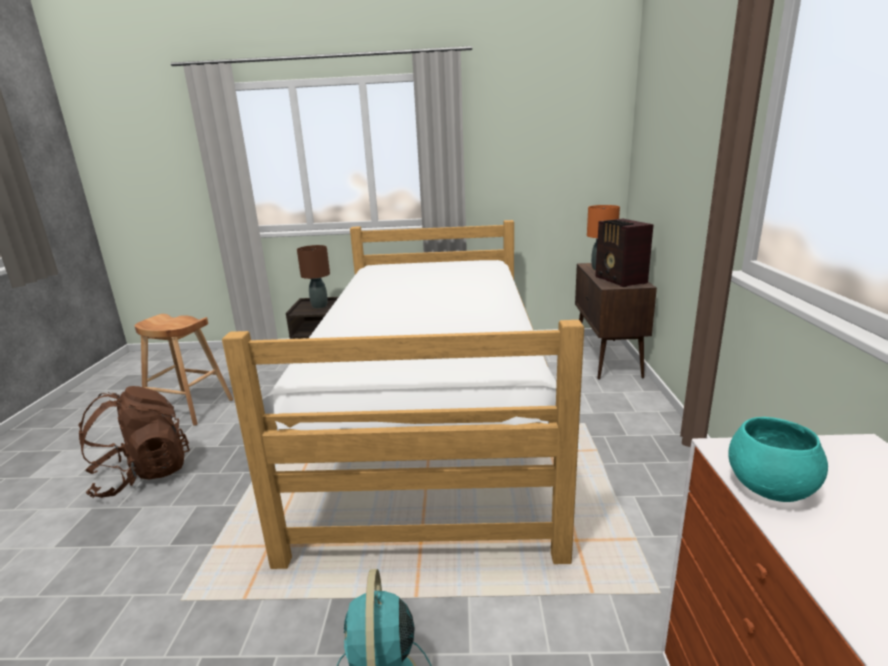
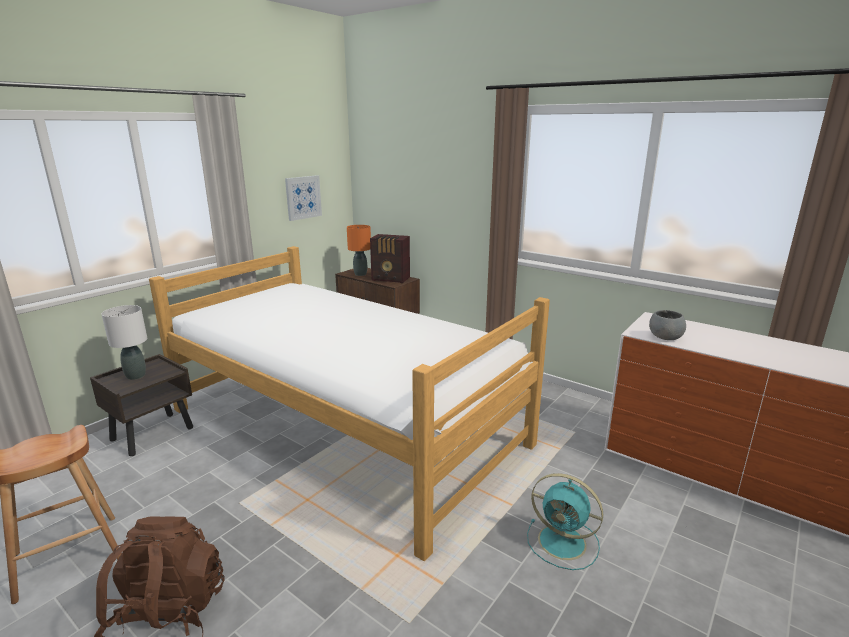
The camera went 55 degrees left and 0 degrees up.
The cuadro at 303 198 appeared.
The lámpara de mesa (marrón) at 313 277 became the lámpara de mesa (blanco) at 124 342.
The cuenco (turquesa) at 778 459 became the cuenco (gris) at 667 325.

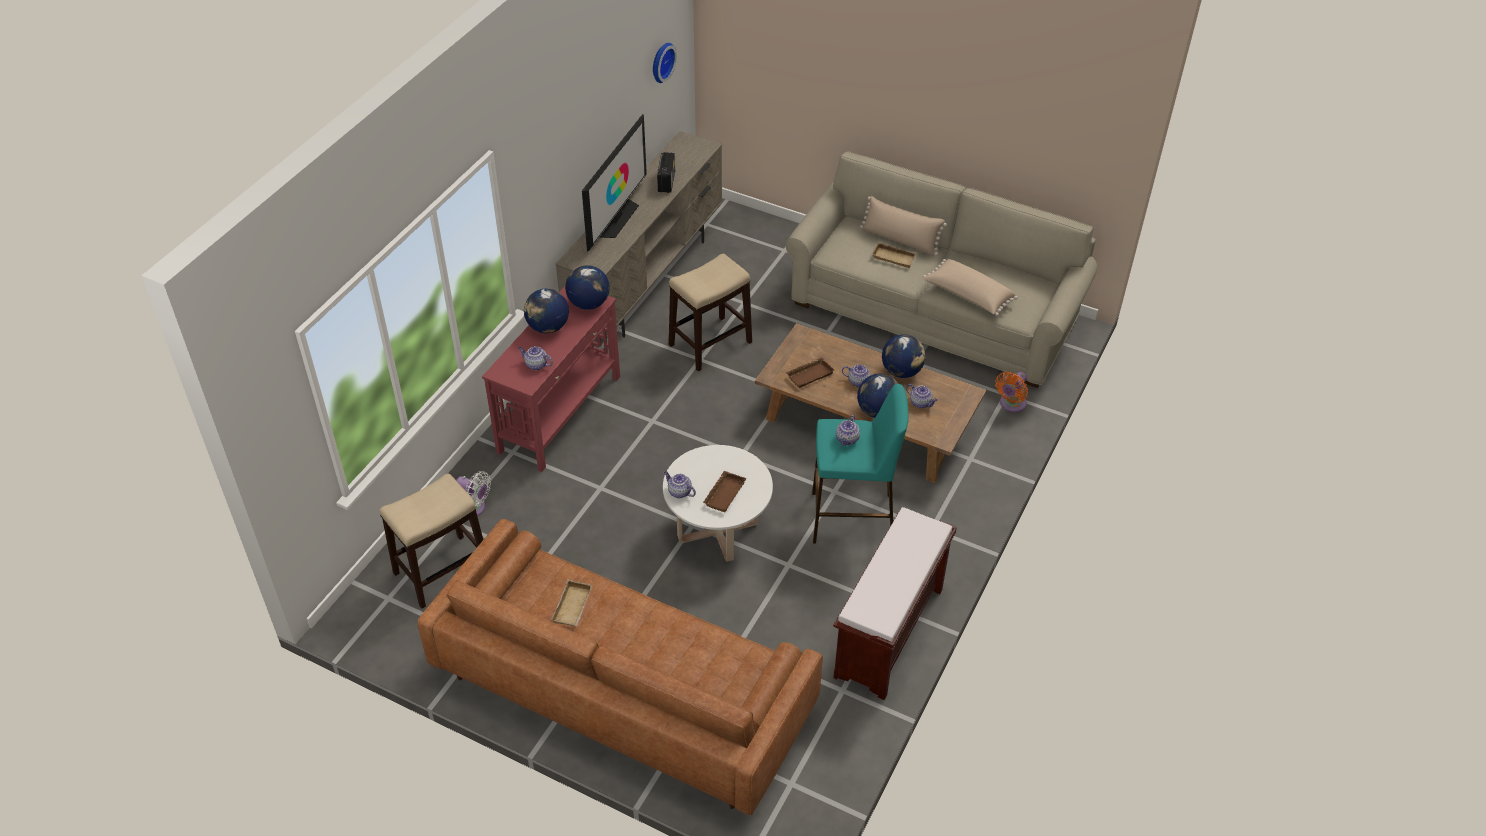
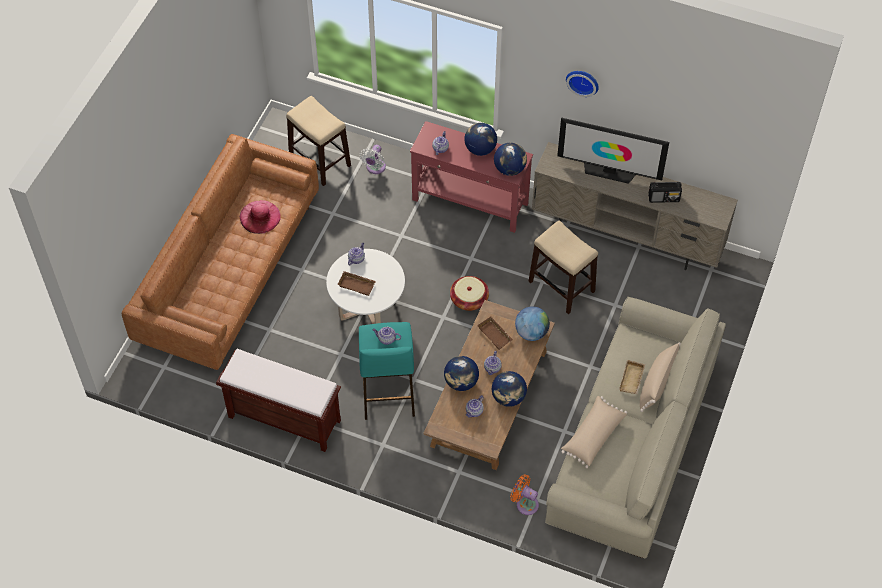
The camera went 85 degrees right and 10 degrees up.
The cesta at 469 293 appeared.
The globo terráqueo at 532 323 appeared.
The reloj de pared moved from 665 63 to 582 84.
The bandeja (beis) at 572 602 was replaced by the sombrero (rosa) at 260 217.

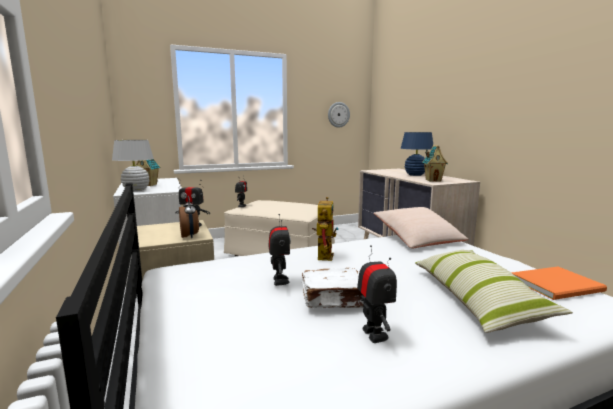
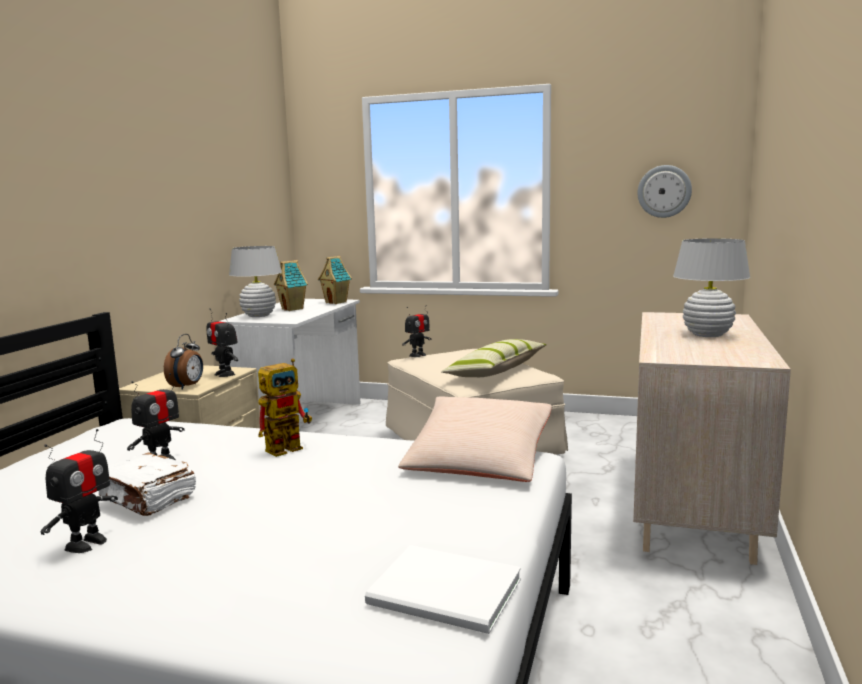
The camera went 40 degrees right and 0 degrees up.
The cojín moved from 494 291 to 494 358.
The casita moved from 435 163 to 335 280.
The lámpara de mesa (azul) at 417 154 became the lámpara de mesa (blanco) at 711 287.
The libro (naranja) at 559 283 became the libro (blanco) at 443 589.

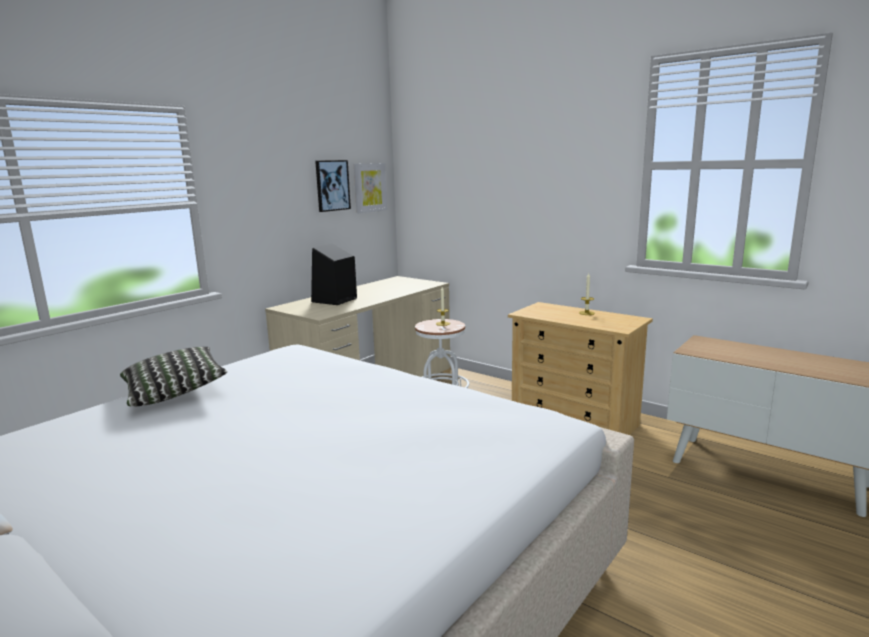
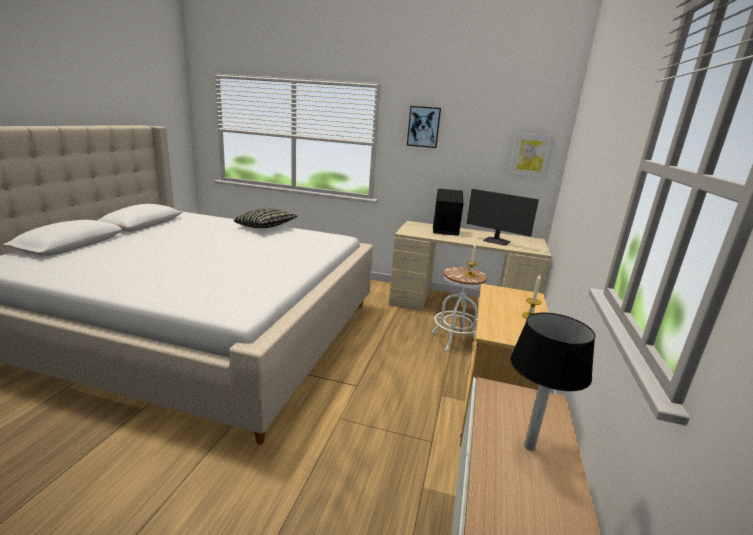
The camera went 65 degrees right and 5 degrees up.
The monitor at 502 217 appeared.
The lámpara de mesa at 552 381 appeared.
The cuadro moved from 333 186 to 424 127.

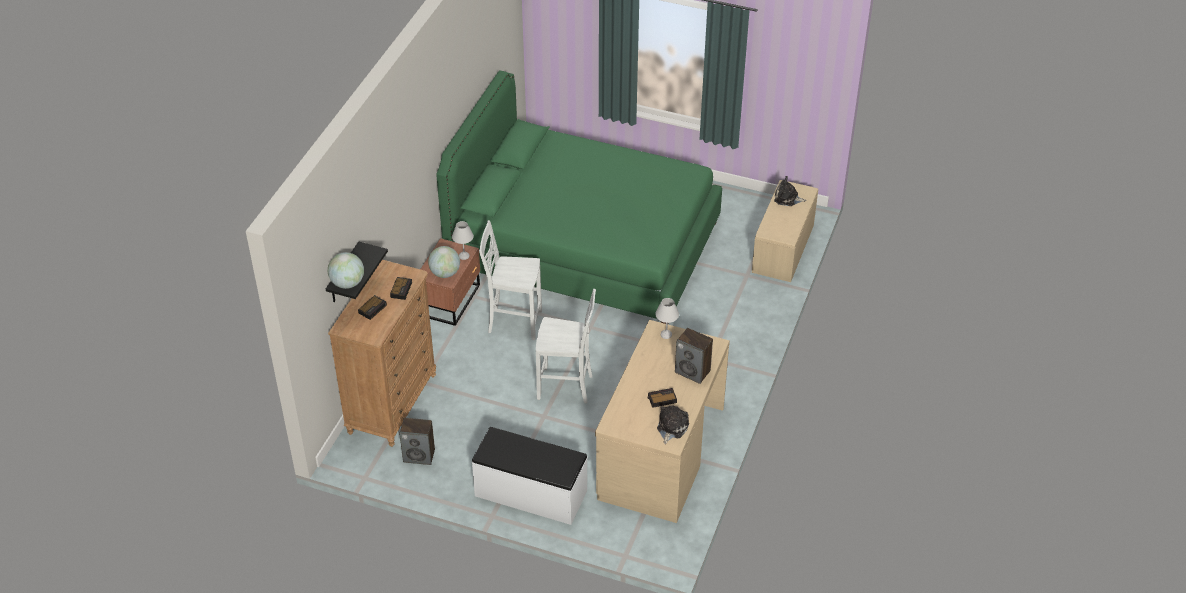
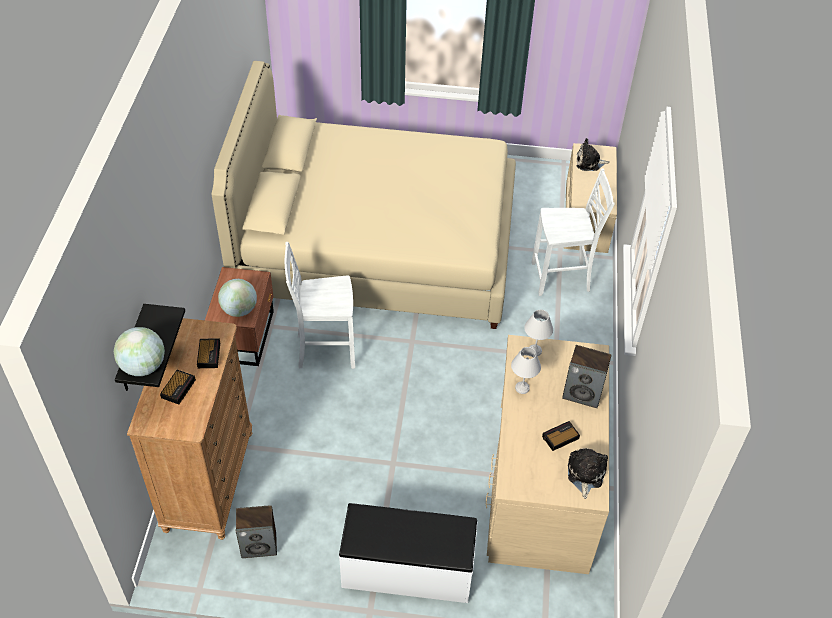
The camera went 15 degrees left and 5 degrees up.
The lámpara de mesa (blanco) moved from 463 240 to 526 370.
The silla (blanco) moved from 566 346 to 573 232.
The cama (verde) at 579 197 became the cama (beis) at 364 195.

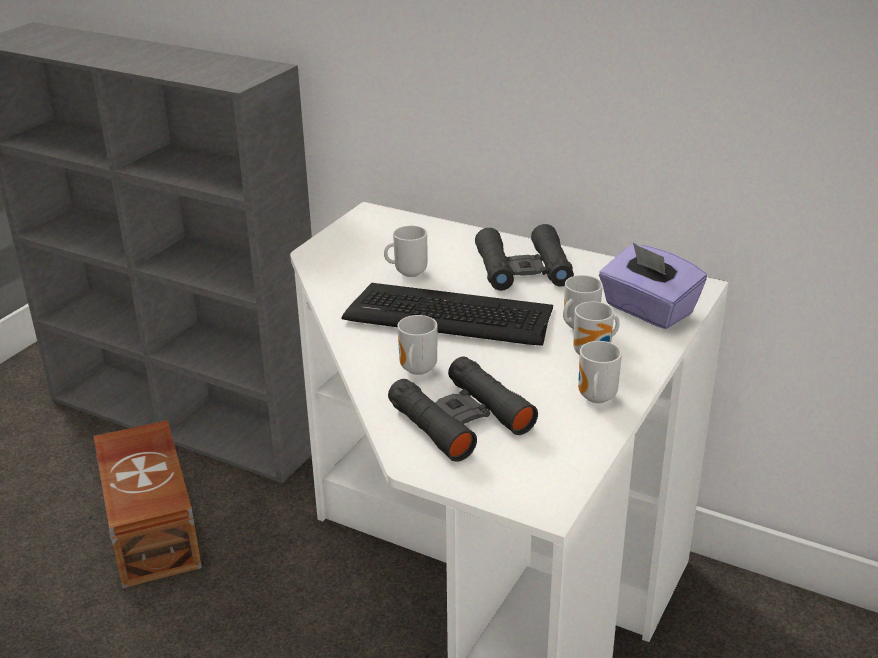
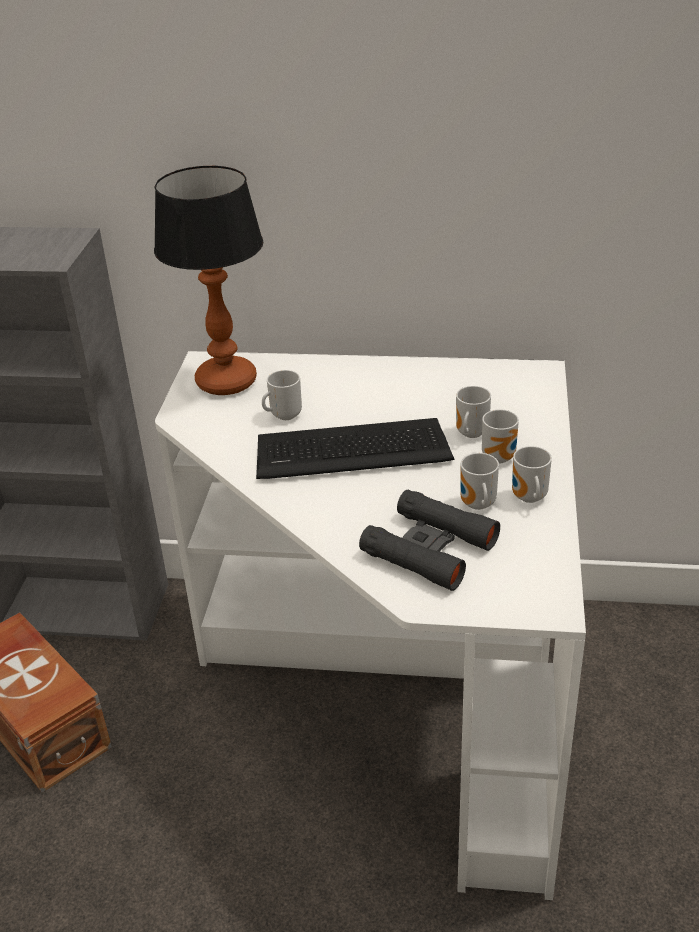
The camera went 20 degrees left and 5 degrees up.
The prismáticos (negro) at 524 257 disappeared.
The caja de pañuelos (morado) at 653 286 disappeared.
The lámpara de mesa at 208 280 appeared.
The taza grande moved from 417 345 to 479 481.

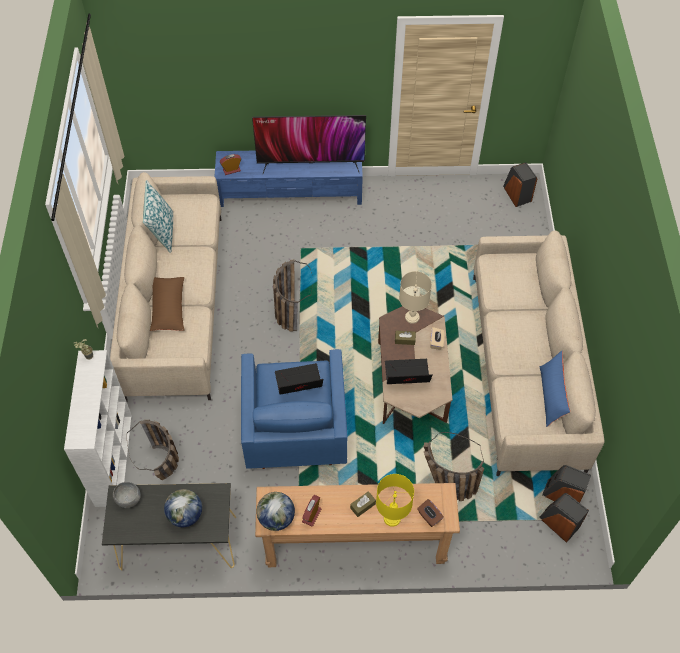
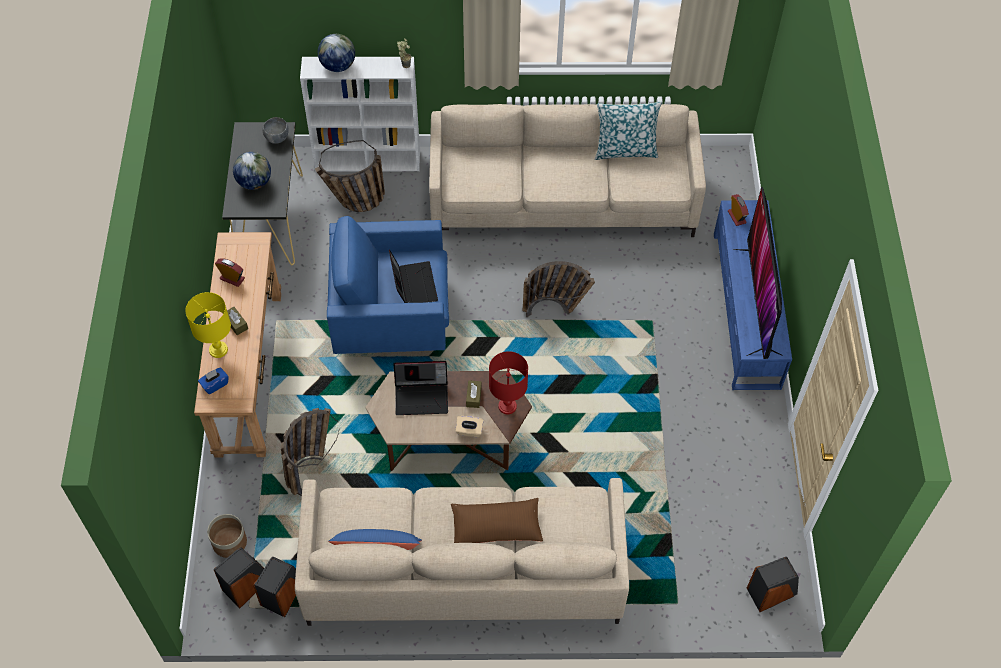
The camera went 90 degrees right and 0 degrees up.
The maceta at 227 536 appeared.
The cojín (marrón) moved from 167 304 to 497 520.
The globo terráqueo moved from 275 511 to 336 53.
The lámpara de mesa (beis) at 415 297 became the lámpara de mesa (rojo) at 508 382.
The caja de pañuelos (marrón) at 430 513 became the caja de pañuelos (azul) at 213 380.
The portátil at 409 371 turned 90 degrees clockwise.

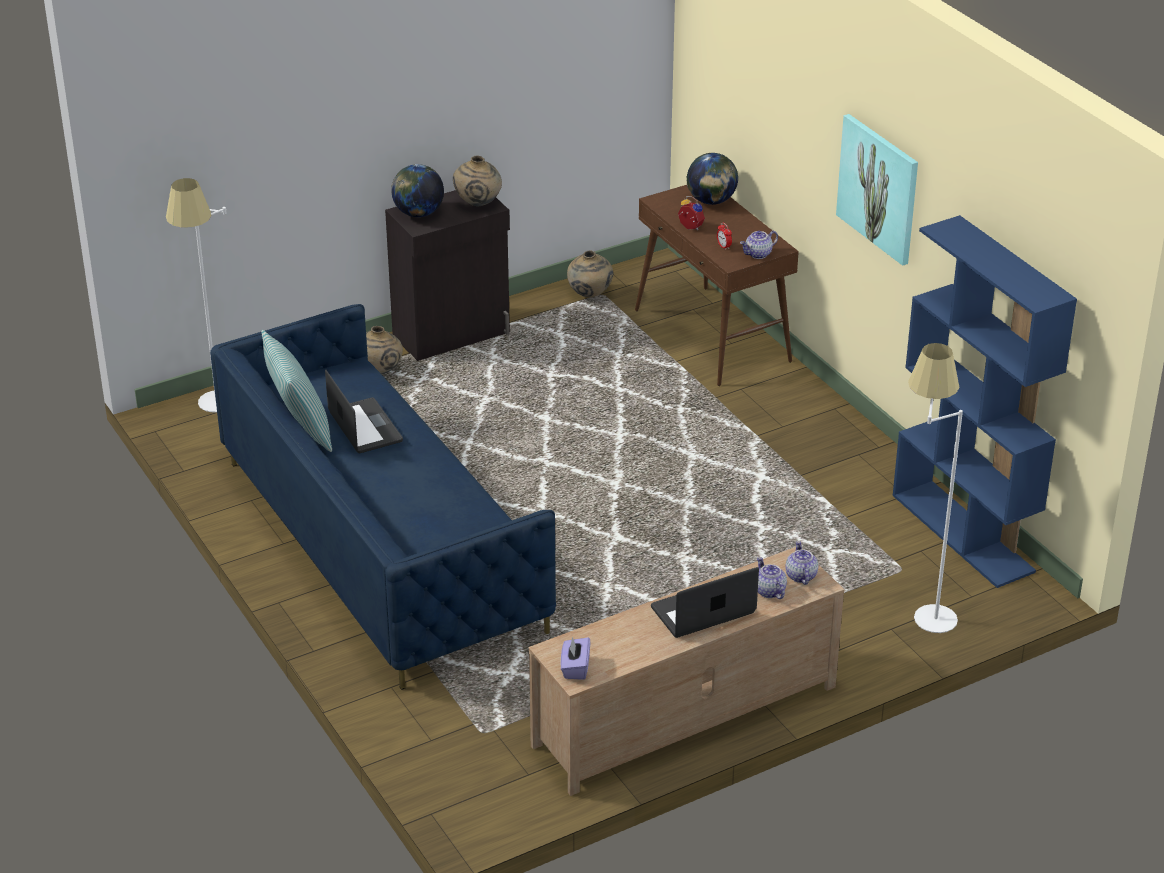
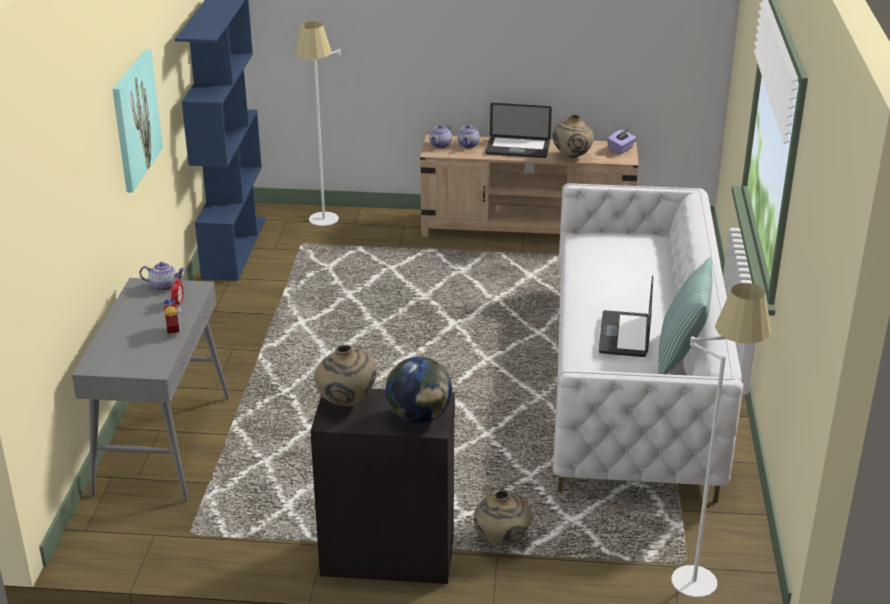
The camera went 145 degrees left and 5 degrees down.
The globo terráqueo at 712 179 disappeared.
The florero (beis) moved from 590 274 to 573 136.
The sofá (azul) at 383 497 became the sofá (blanco) at 648 342.
The mesa consola (marrón) at 717 285 became the mesa consola (gris) at 150 389.

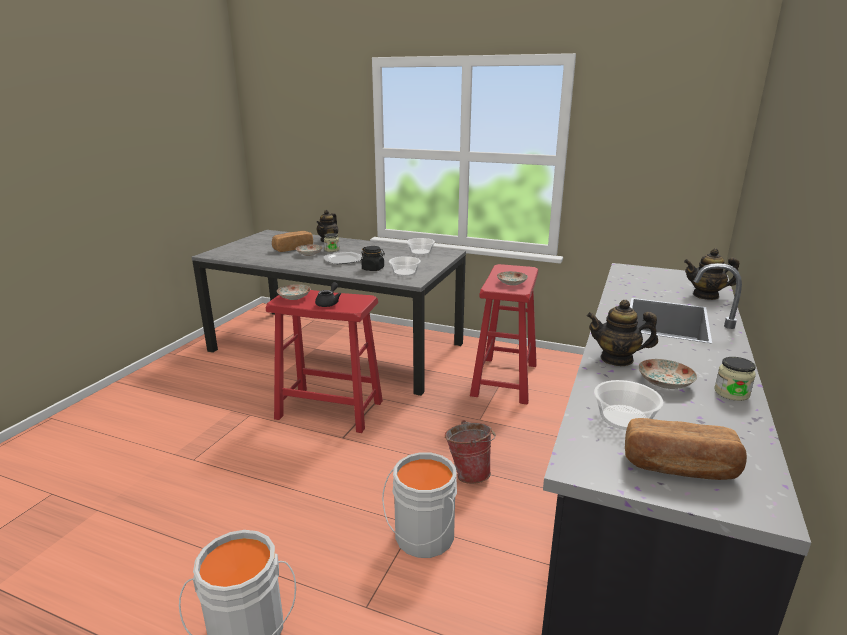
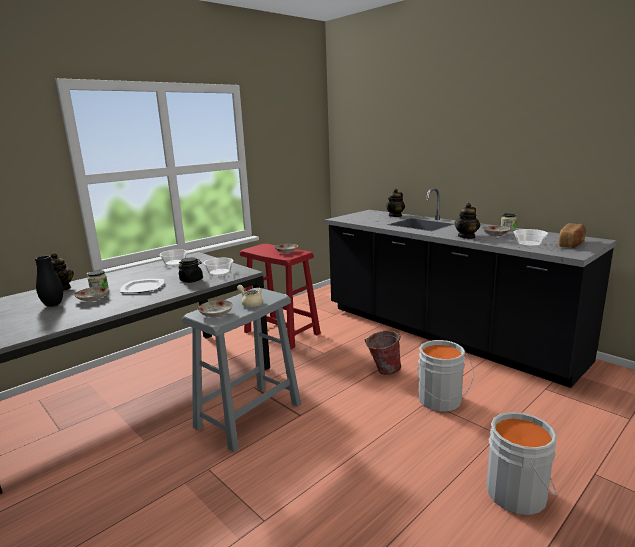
The camera went 65 degrees left and 5 degrees down.
The pan at 292 241 was replaced by the florero (negro) at 49 281.
The taburete (rojo) at 324 361 became the taburete (gris) at 241 370.
The tetera (negro) at 328 294 became the tetera (beis) at 250 296.

